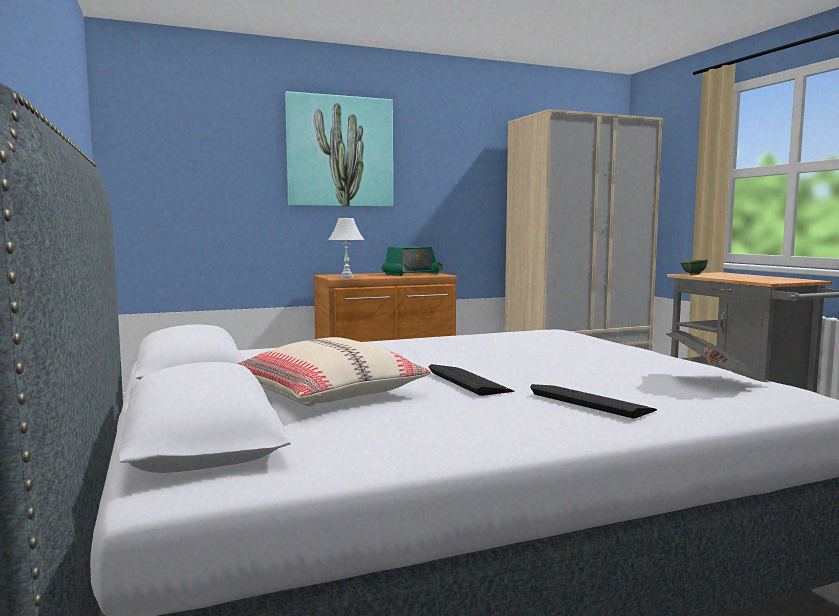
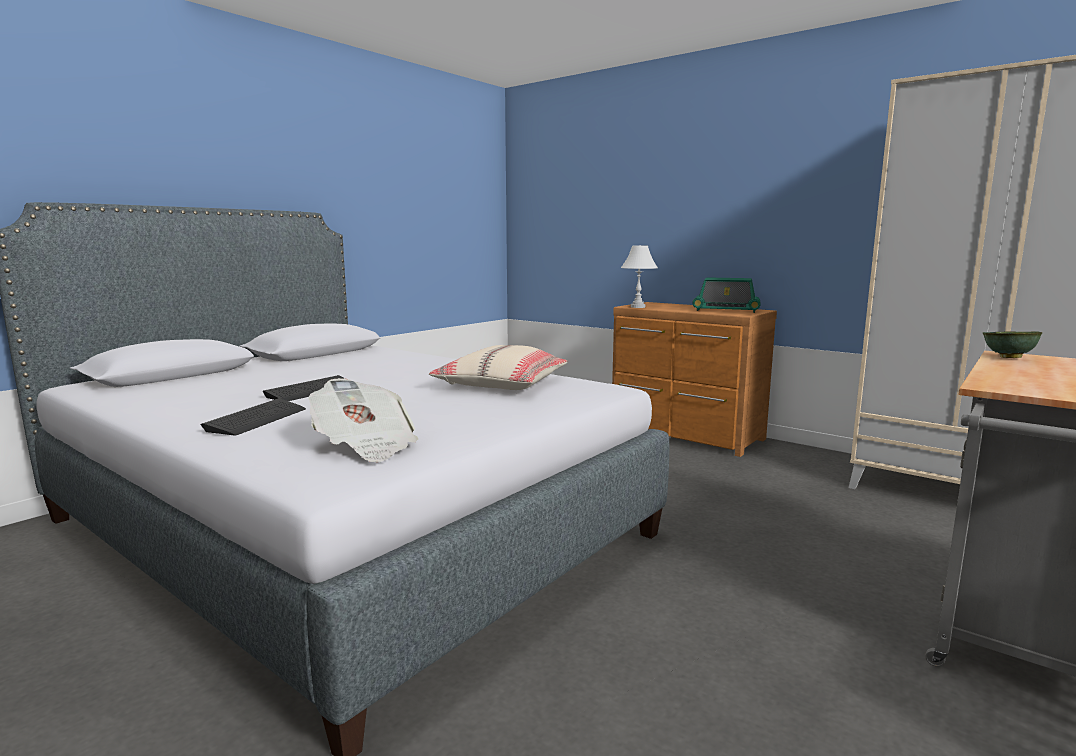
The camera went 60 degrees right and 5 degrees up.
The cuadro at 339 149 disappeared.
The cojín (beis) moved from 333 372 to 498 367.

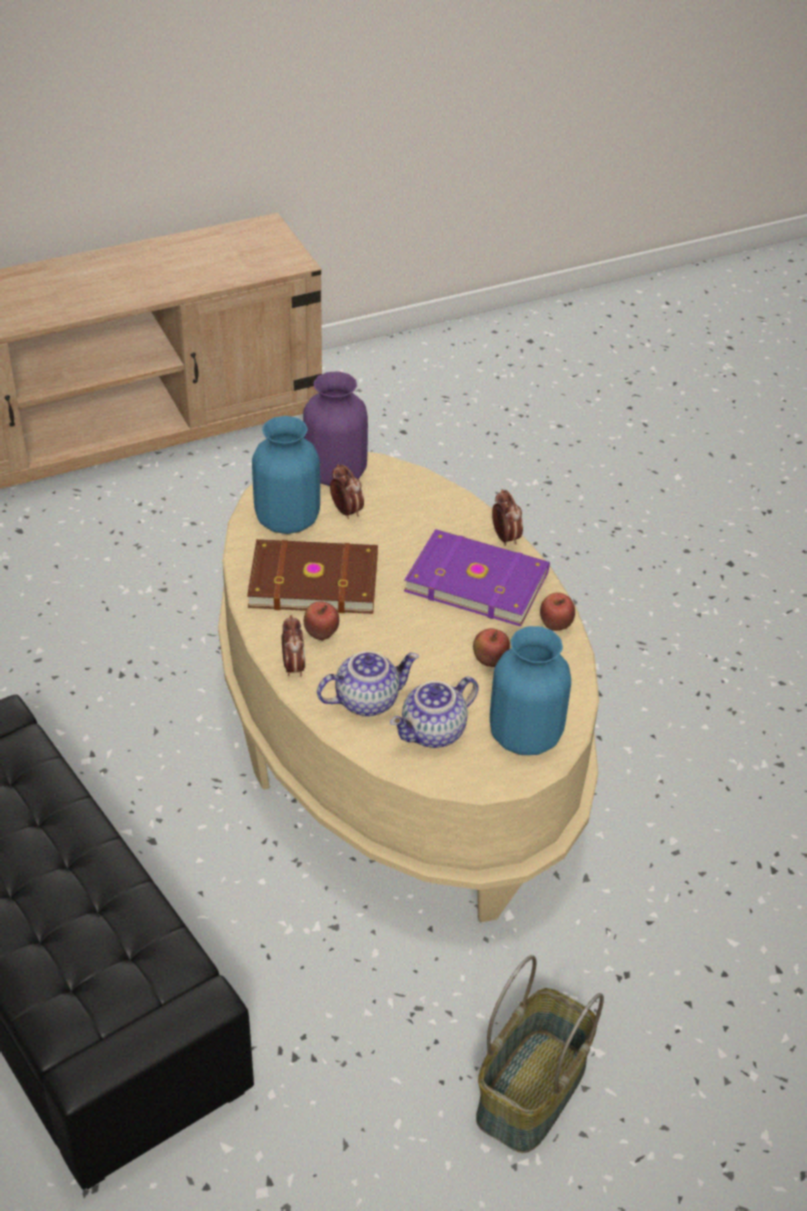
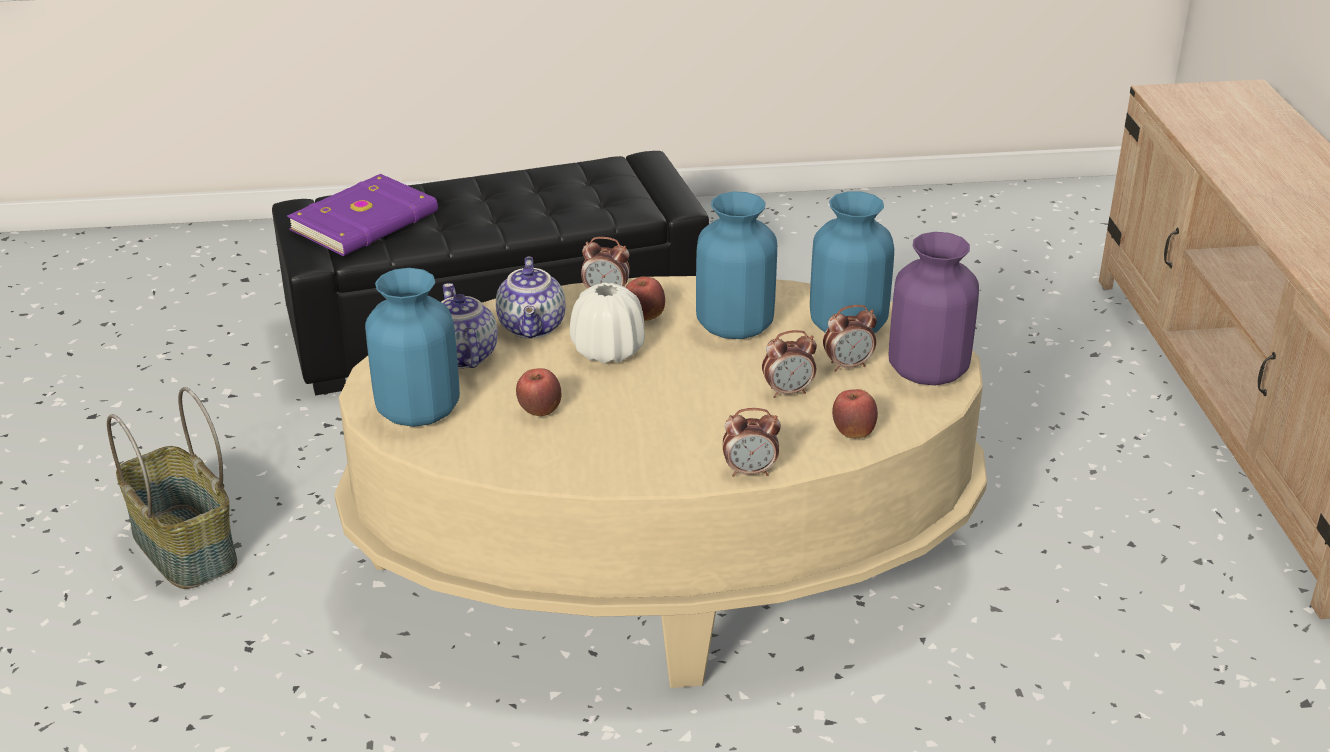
The camera went 110 degrees right and 10 degrees down.
The florero (blanco) at 607 323 appeared.
The despertador at 789 364 appeared.
The libro (morado) moved from 477 578 to 362 215.
The manzana moved from 557 611 to 855 413.
The libro (marrón) at 312 576 was replaced by the florero (azul) at 736 265.

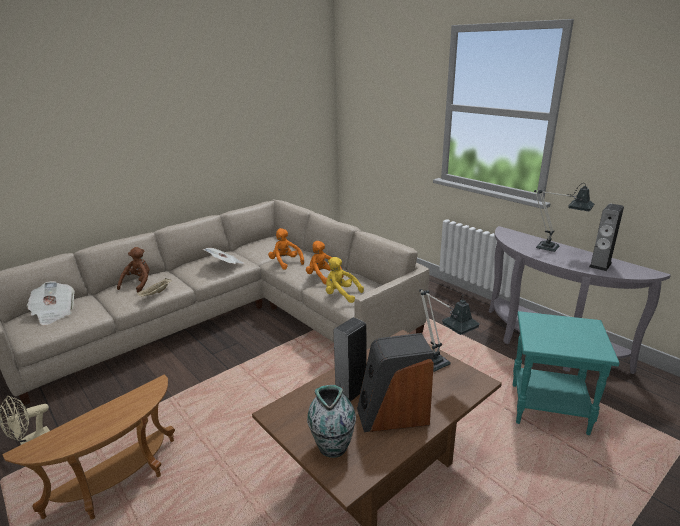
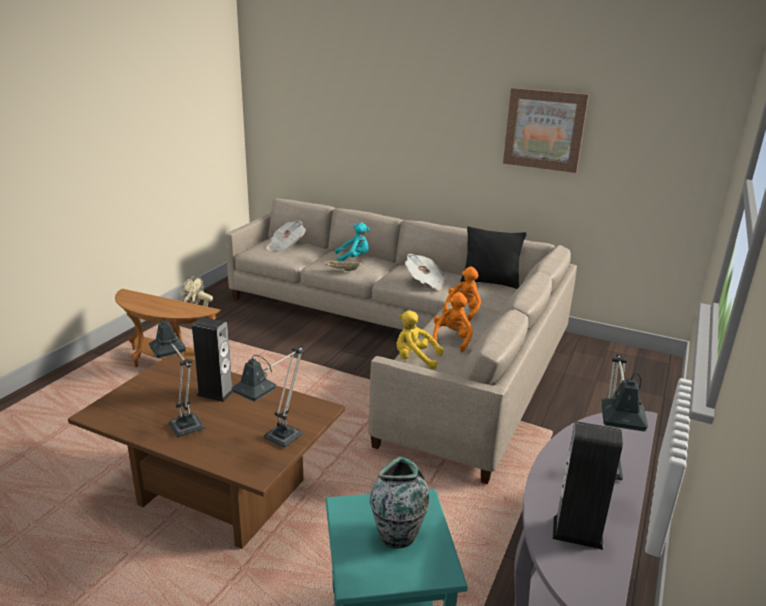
The camera went 65 degrees right and 0 degrees up.
The cojín (negro) at 493 257 appeared.
The cuadro at 546 130 appeared.
The florero moved from 331 421 to 400 502.
The altavoz at 395 382 was replaced by the lámpara de mesa at 177 377.
The peluche (marrón) at 133 270 became the peluche (turquesa) at 352 241.
The peluche (amarillo) at 345 280 turned 75 degrees counterclockwise.

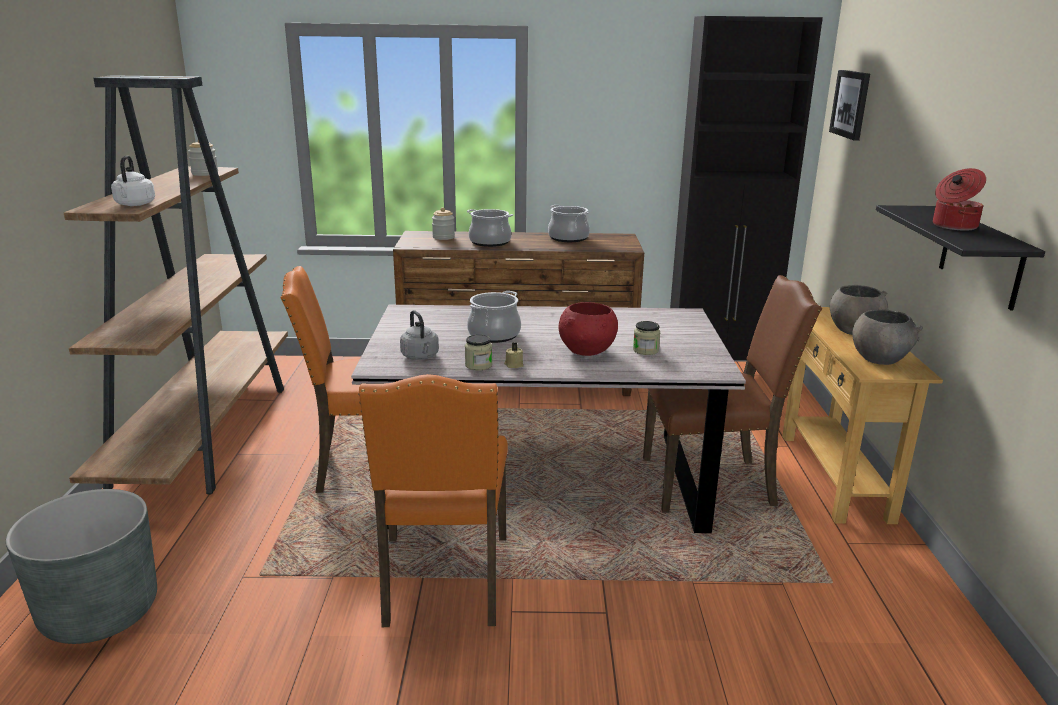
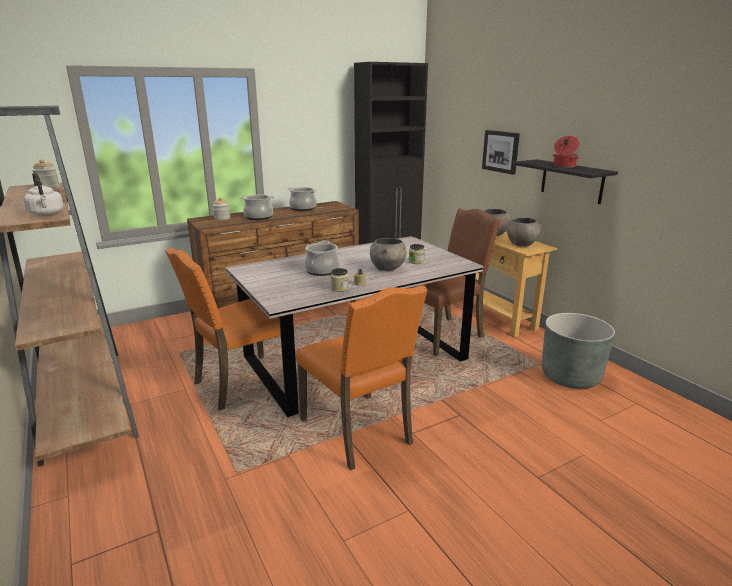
The camera went 30 degrees left and 0 degrees up.
The hervidor (gris) at 419 335 disappeared.
The maceta (gris) moved from 81 566 to 578 351.
The cuadro moved from 849 105 to 501 152.
The cuenco (rojo) at 588 329 became the cuenco (gris) at 388 254.

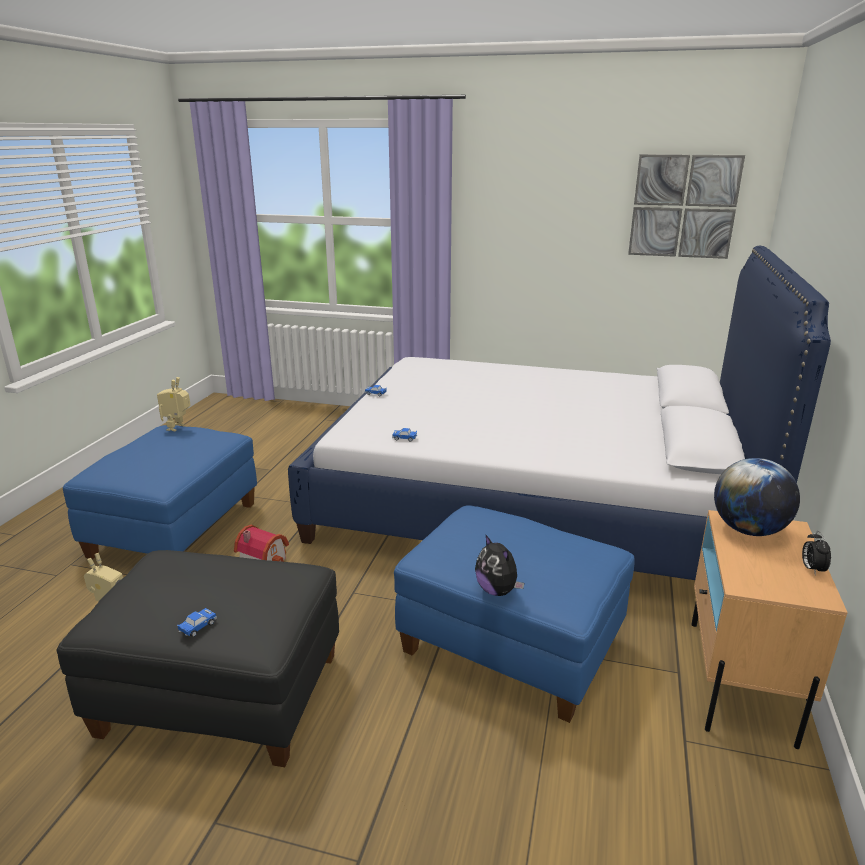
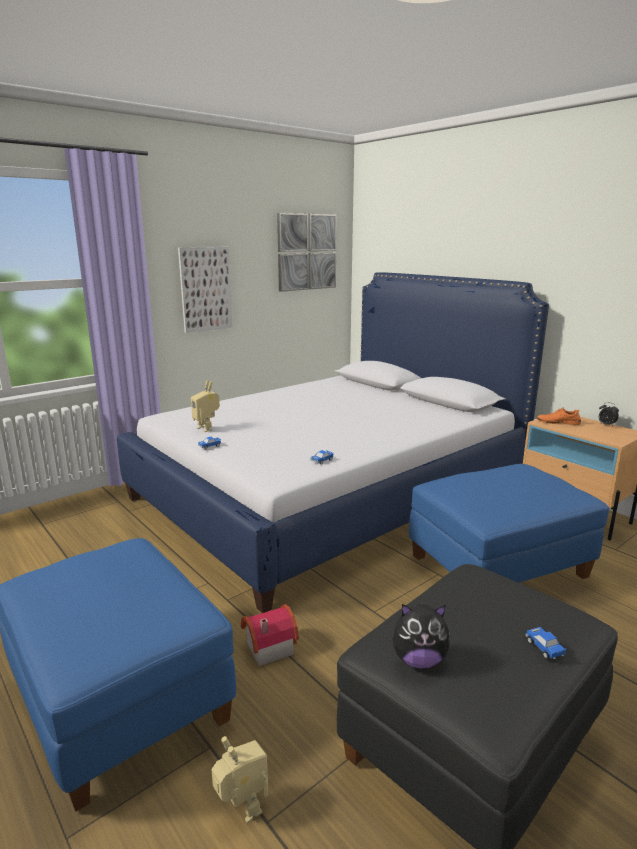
The camera went 55 degrees left and 5 degrees down.
The cuadro at 205 290 appeared.
The robot de juguete moved from 173 404 to 205 406.
The peluche moved from 499 565 to 422 636.
The globo terráqueo at 757 497 was replaced by the zapato (naranja) at 559 416.

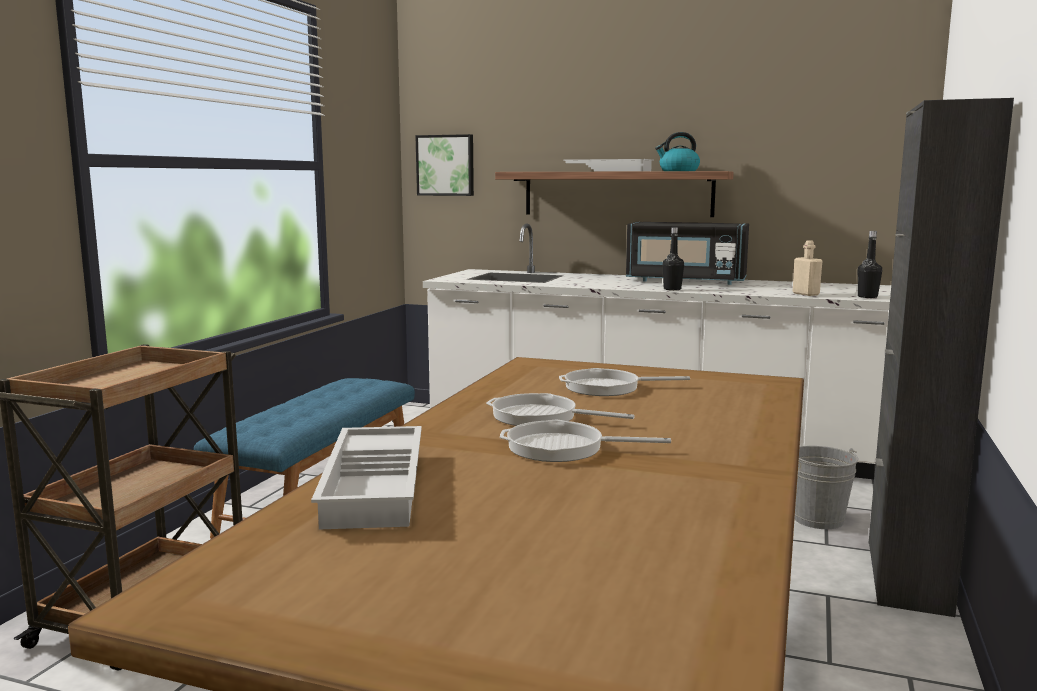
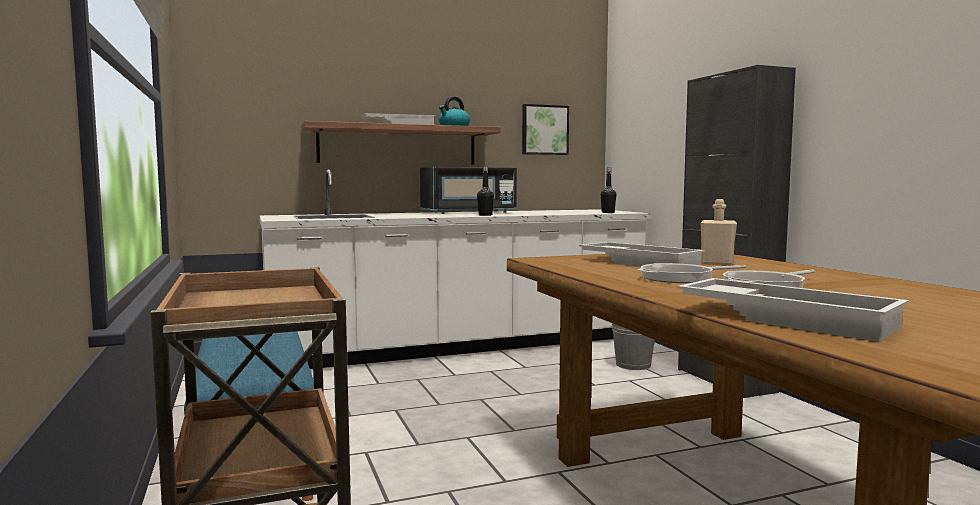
The camera went 40 degrees left and 5 degrees down.
The cuadro moved from 444 165 to 545 129.
The botella (beis) moved from 807 268 to 719 232.
The sartén at 624 382 was replaced by the bandeja (blanco) at 642 254.

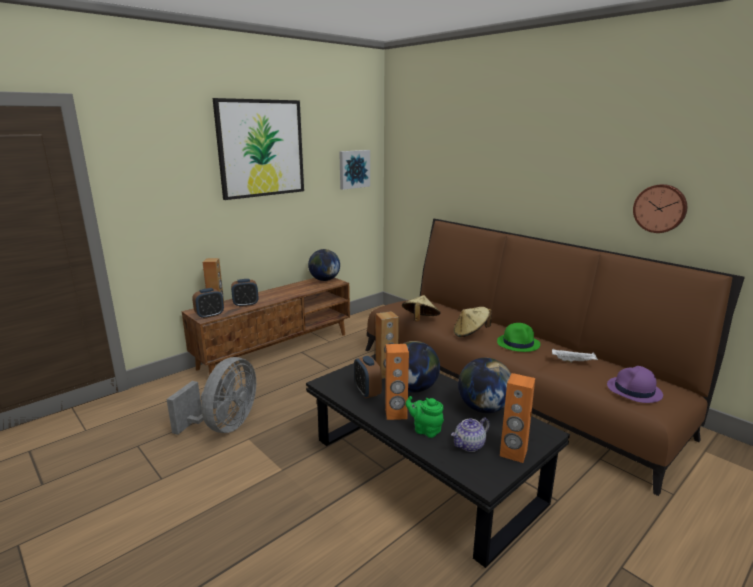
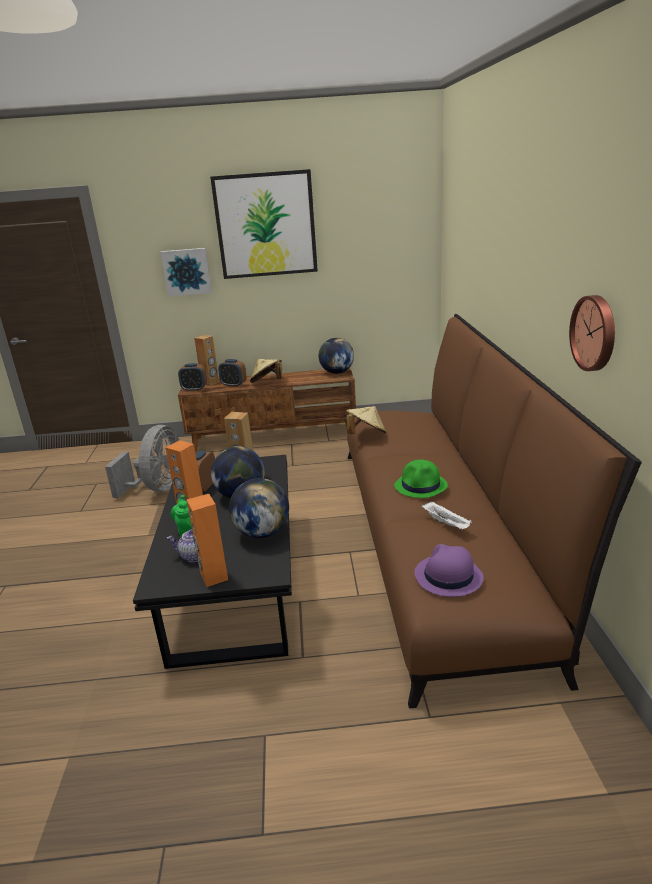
The camera went 40 degrees right and 5 degrees up.
The cuadro moved from 354 170 to 186 272.
The sombrero (beis) moved from 473 322 to 266 371.
The ventilador (gris) at 211 396 turned 45 degrees counterclockwise.

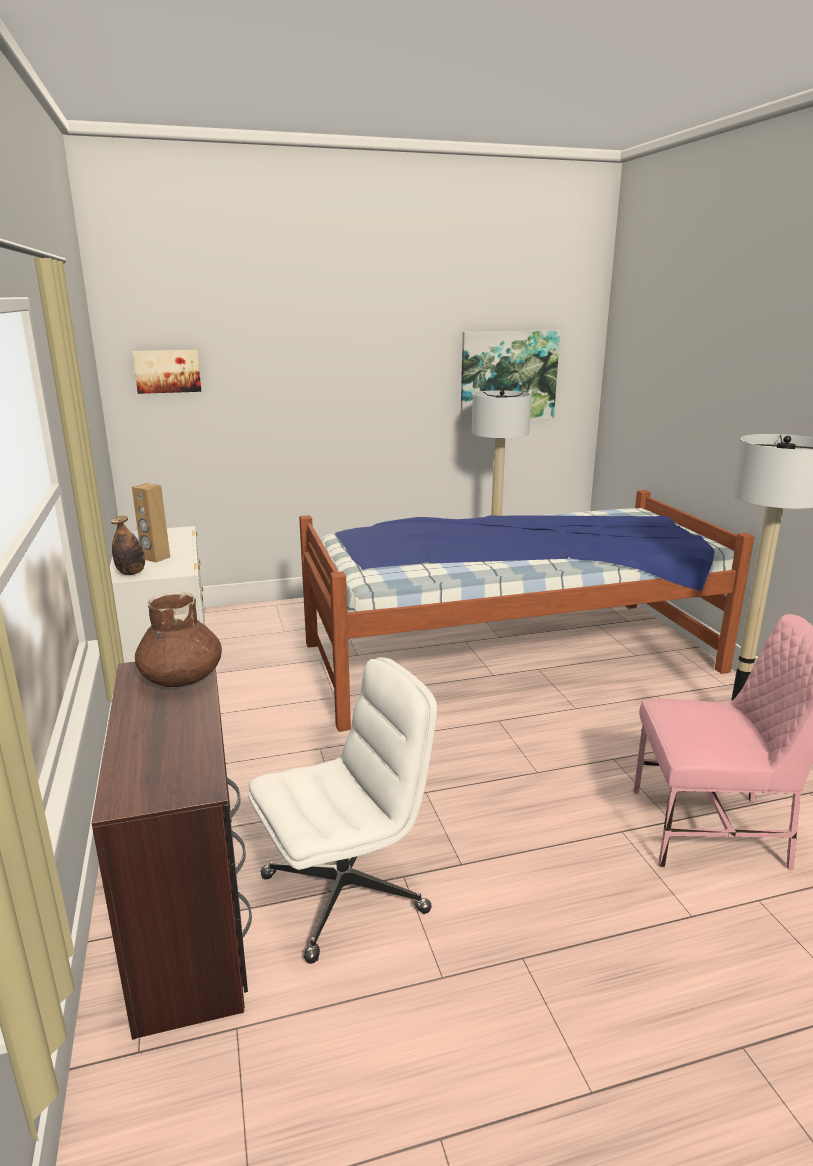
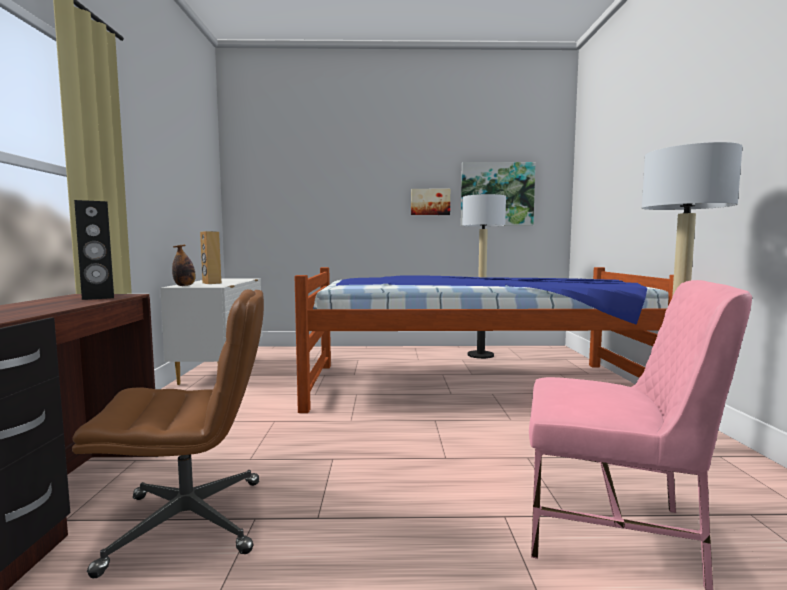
The camera went 15 degrees right and 15 degrees down.
The cuadro moved from 166 372 to 430 202.
The florero (marrón) at 178 639 was replaced by the altavoz (negro) at 94 250.
The silla de oficina (blanco) at 342 810 became the silla de oficina (marrón) at 168 433.

